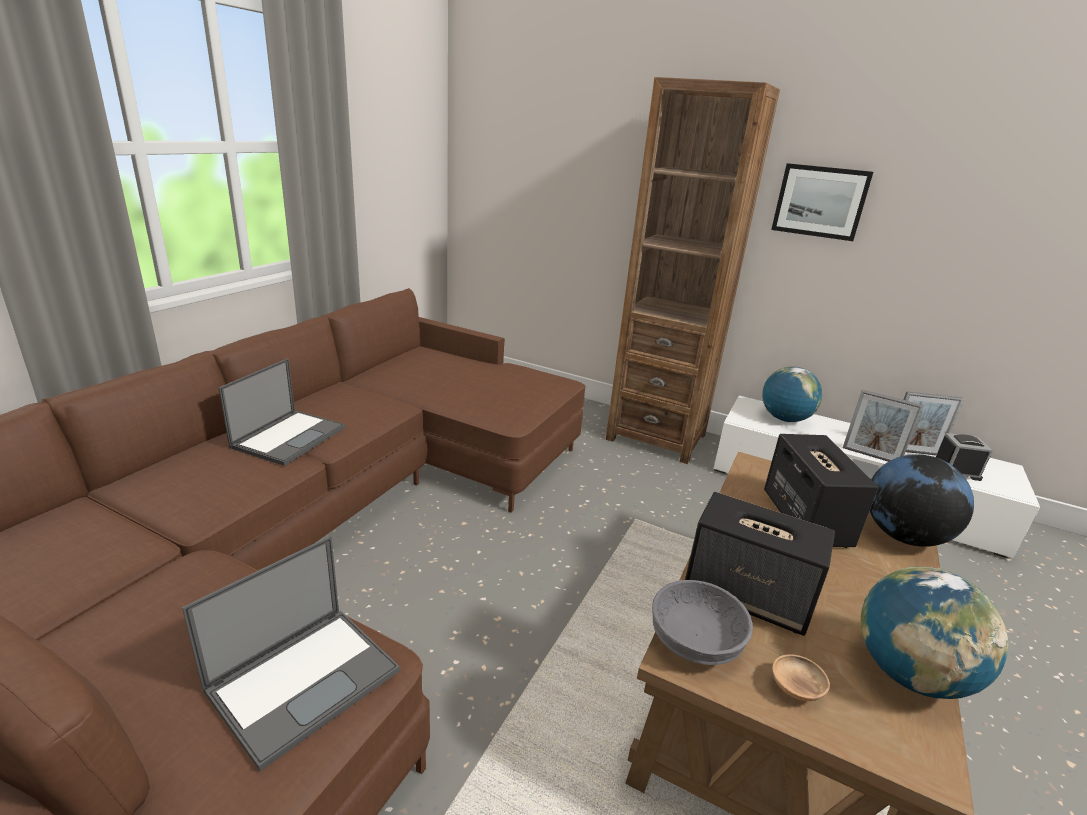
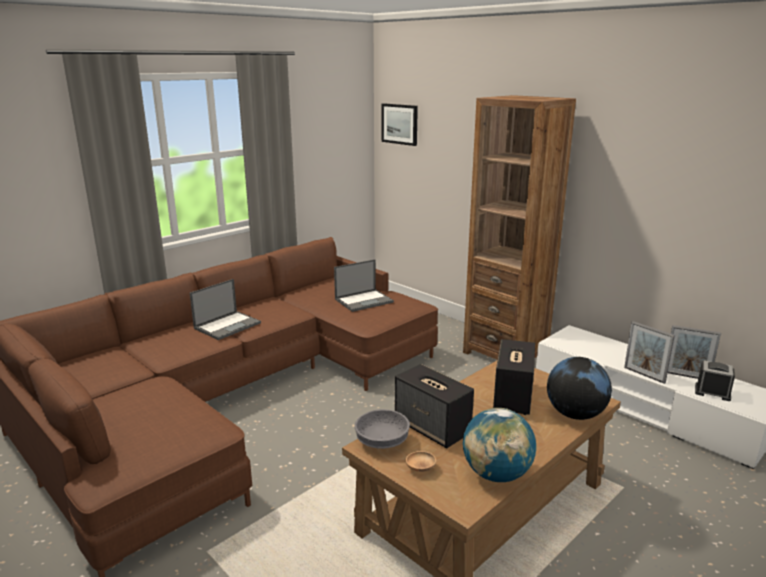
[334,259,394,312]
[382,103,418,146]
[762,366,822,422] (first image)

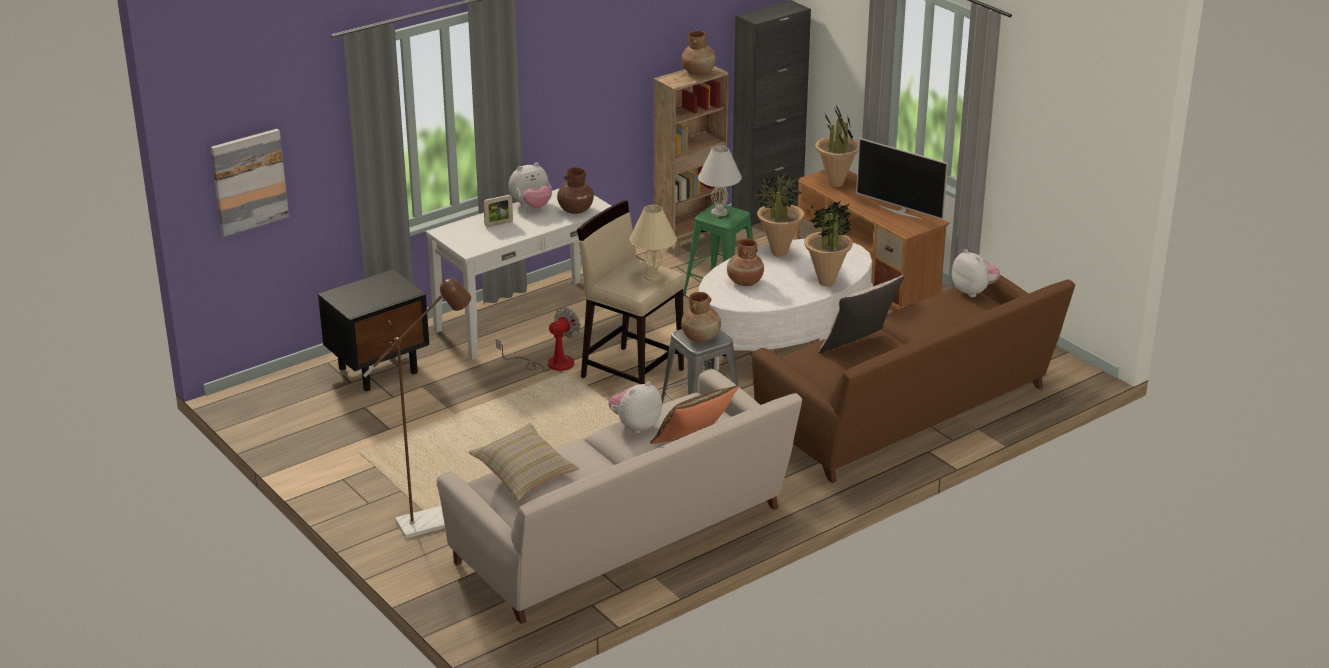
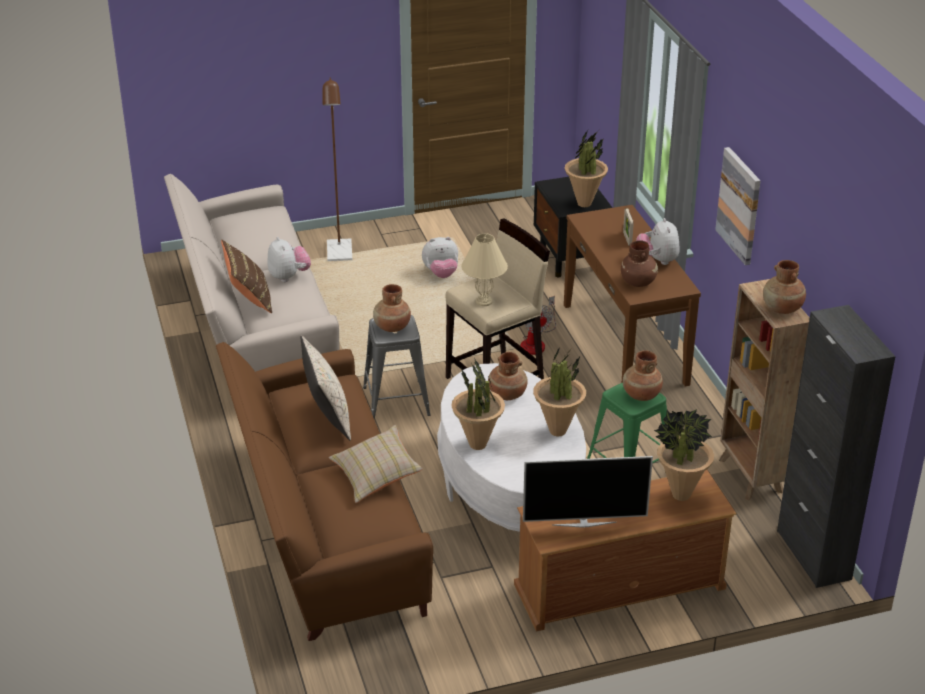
[329,425,423,503]
[422,237,458,278]
[523,456,653,528]
[564,205,701,386]
[565,130,608,207]
[623,350,663,401]
[715,147,761,265]

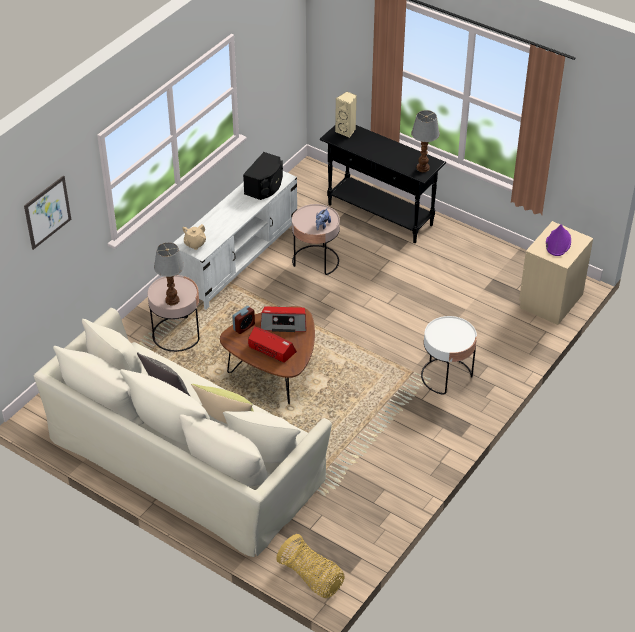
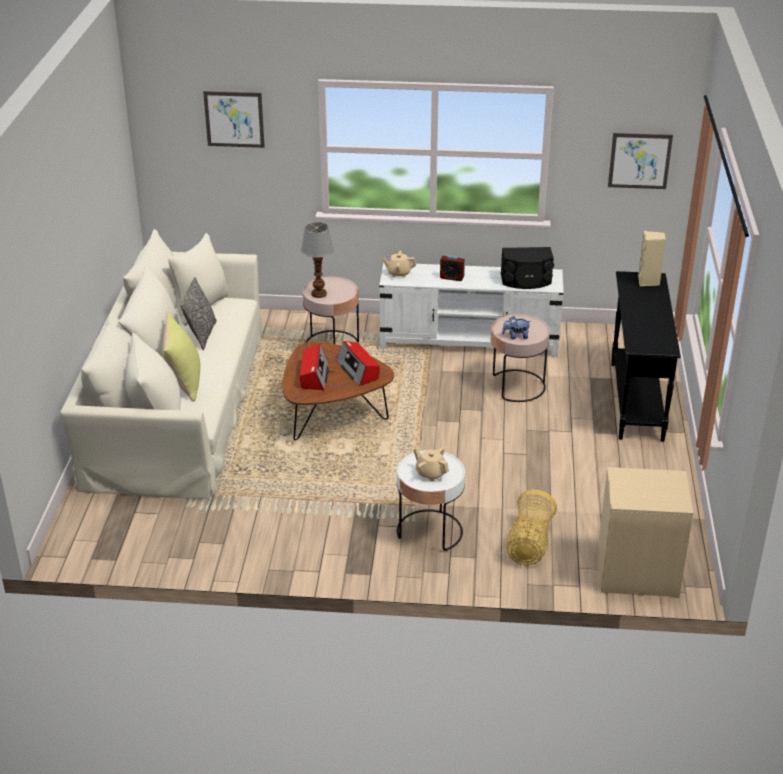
[413,447,449,481]
[440,254,465,281]
[506,490,557,565]
[608,133,673,189]
[411,110,440,172] (first image)
[546,225,571,256] (first image)

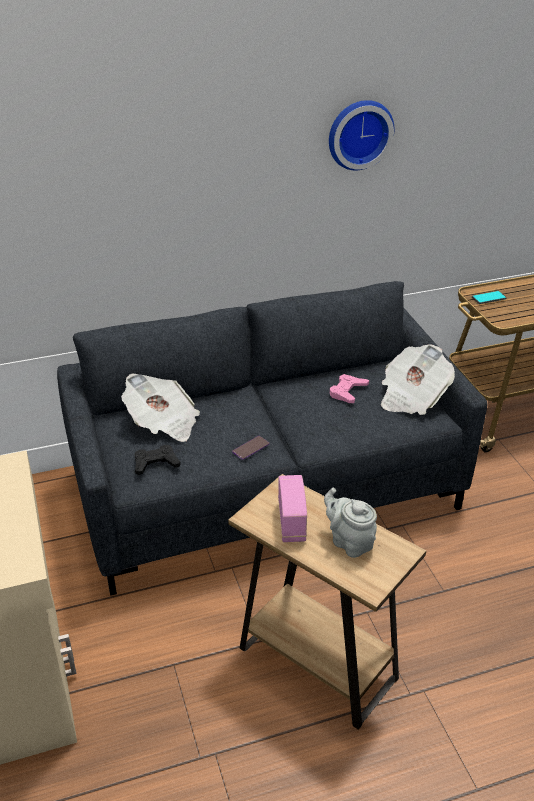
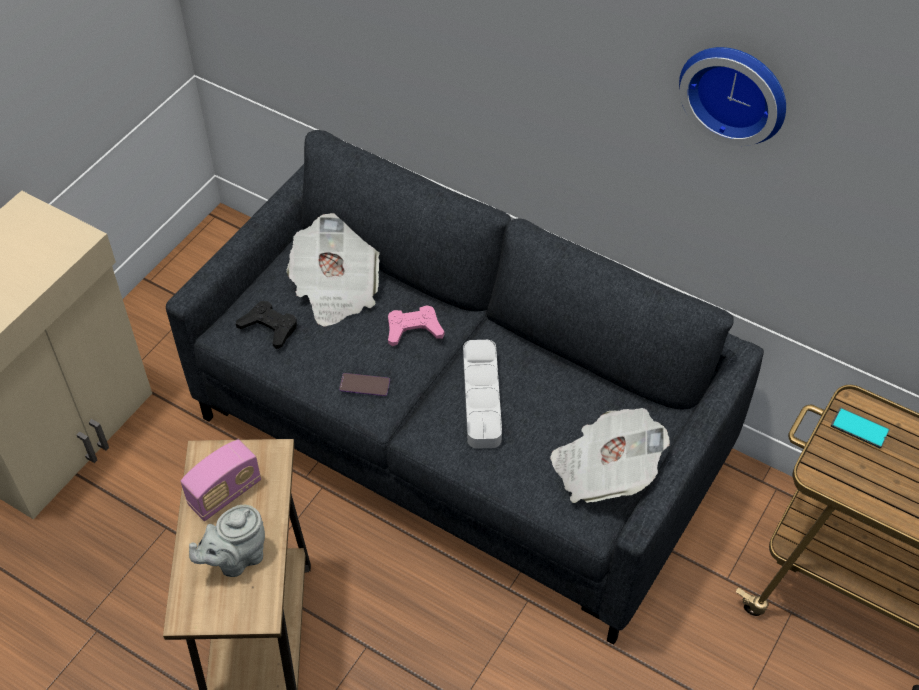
[189,505,265,577]
[388,305,444,346]
[463,340,502,449]

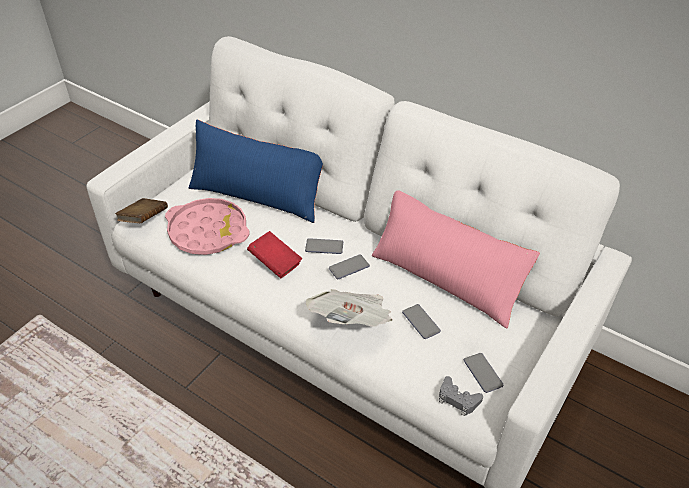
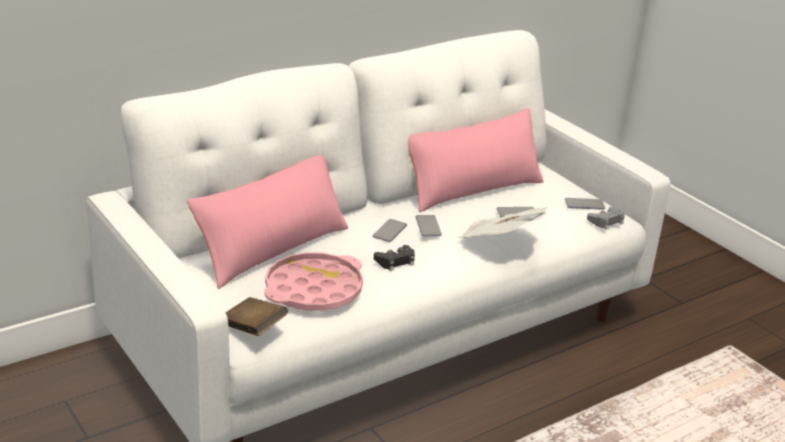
[187,155,348,289]
[374,245,415,271]

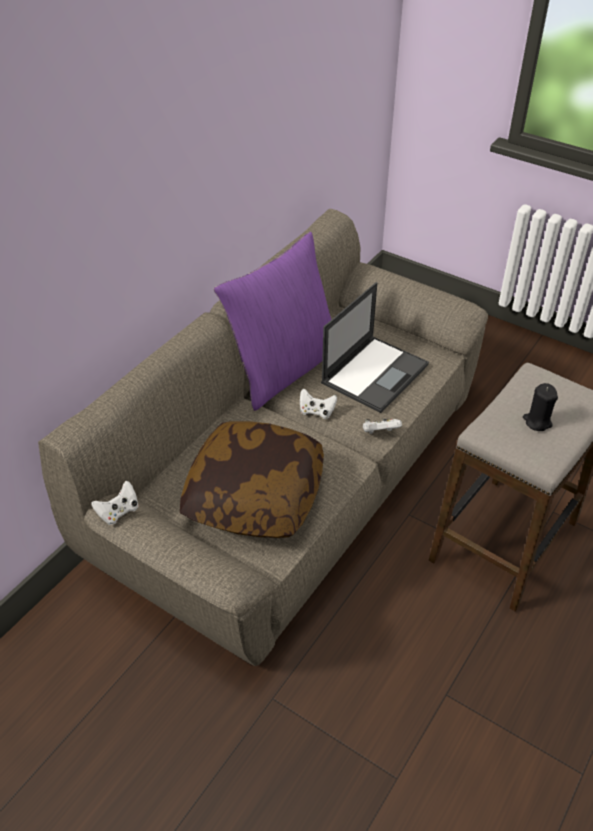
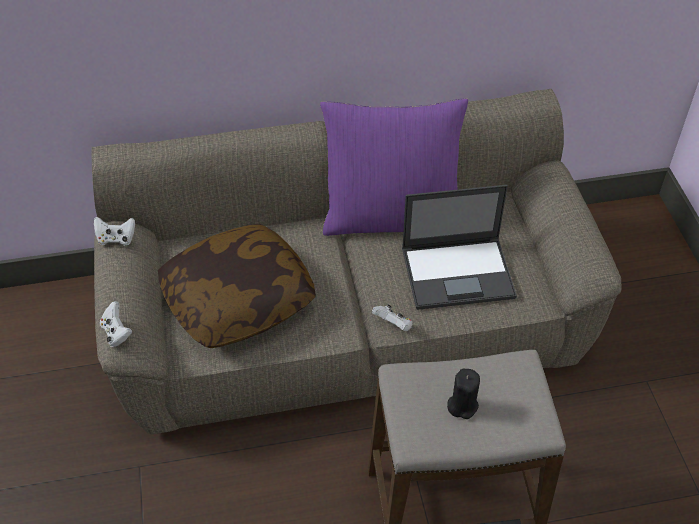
[100,301,132,347]

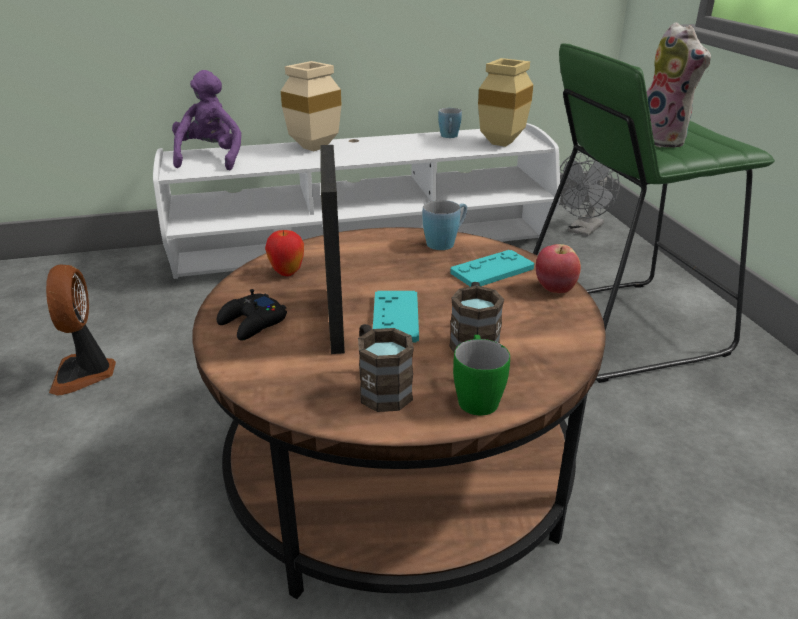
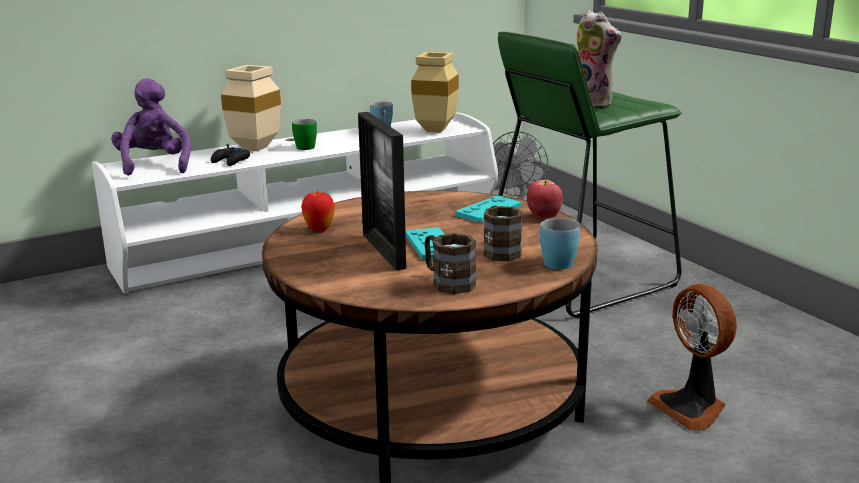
[211,144,250,166]
[292,119,317,150]
[540,218,580,270]
[647,284,737,431]

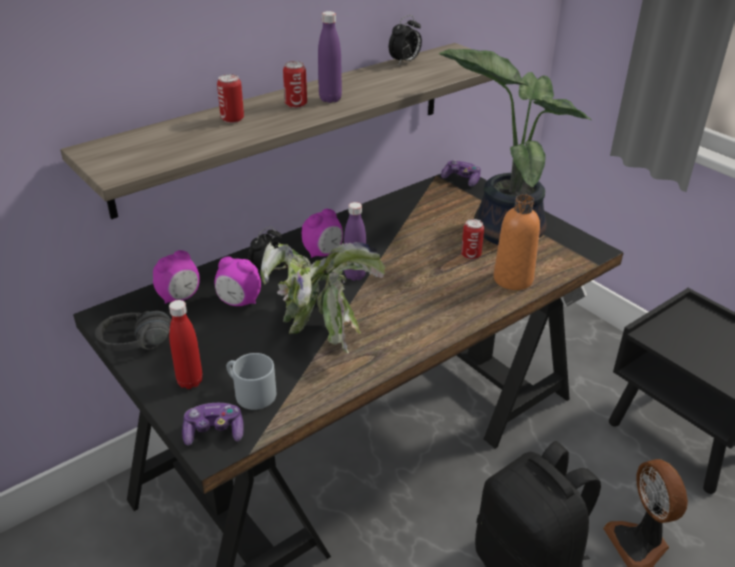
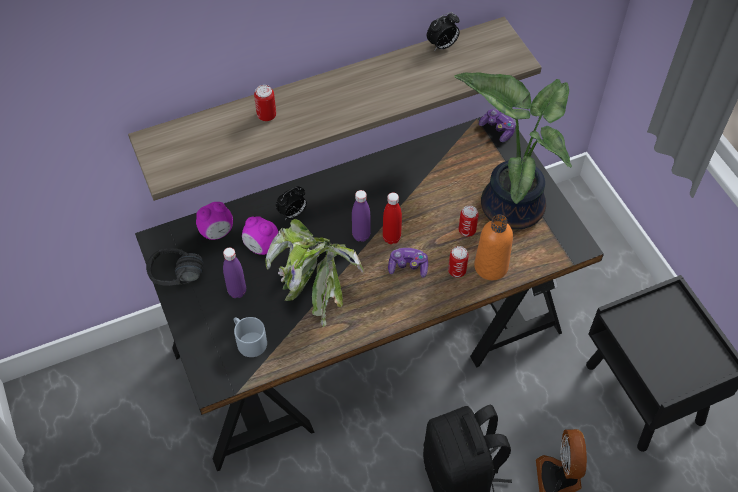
[223,248,246,298]
[383,192,402,244]
[388,248,428,278]
[448,246,469,278]
[302,209,343,258] (first image)

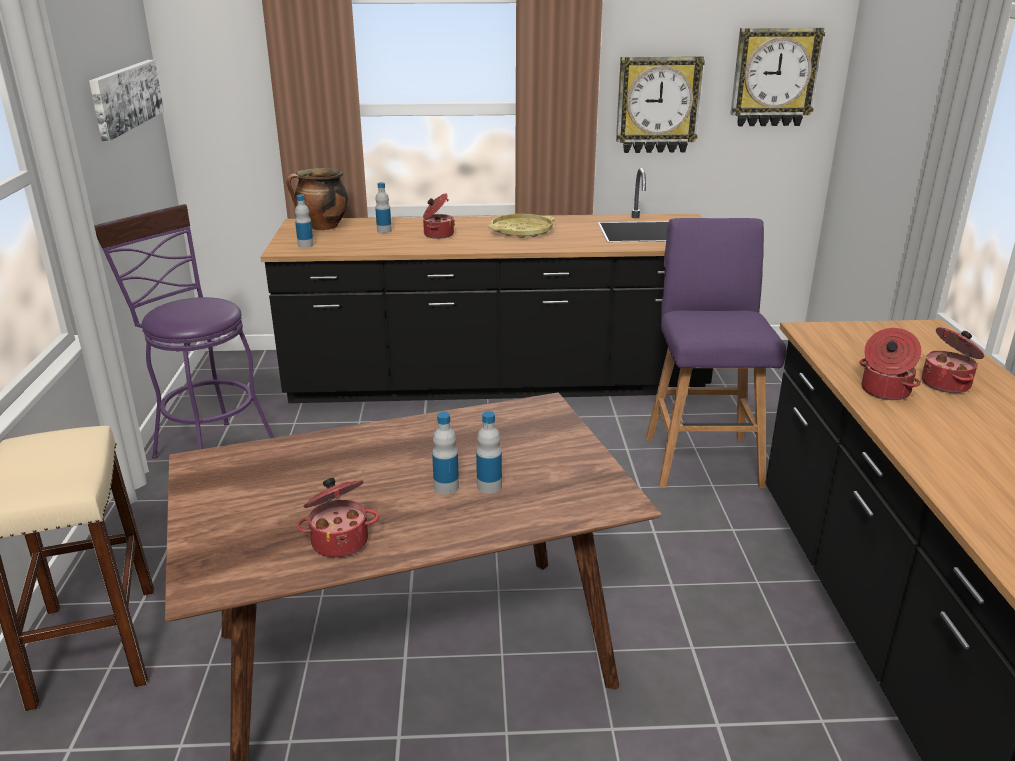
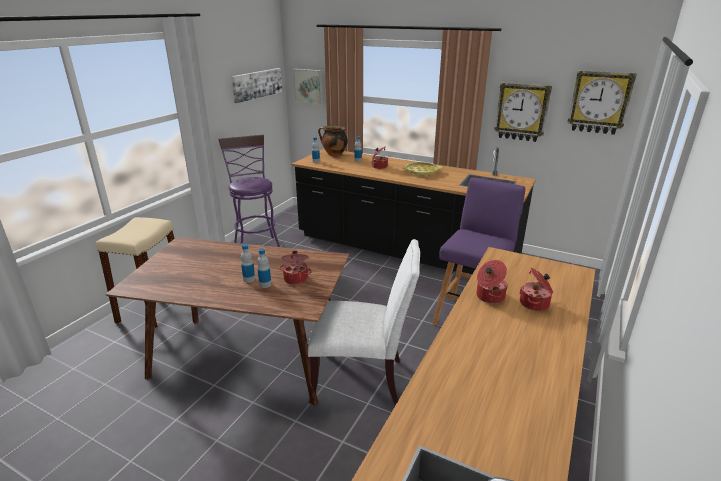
[279,251,312,285]
[293,69,323,104]
[308,239,420,404]

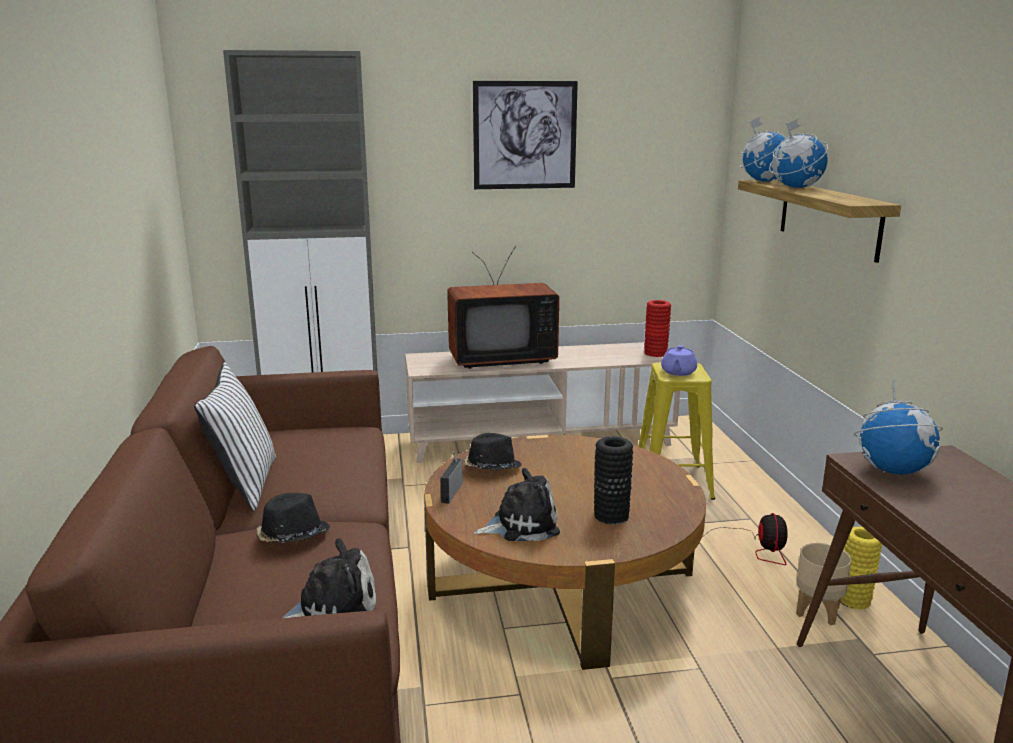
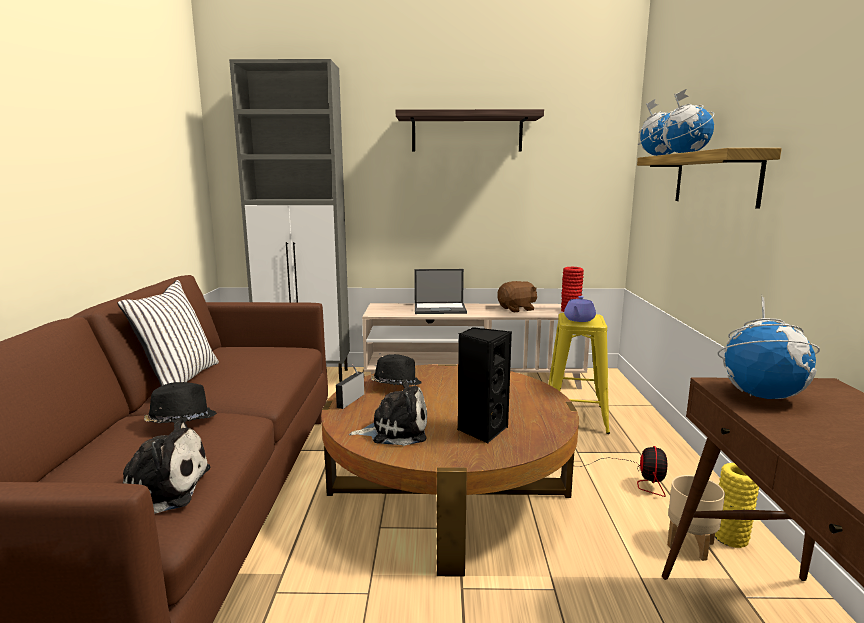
[396,109,544,152]
[414,269,467,314]
[458,327,512,443]
[497,281,537,312]

